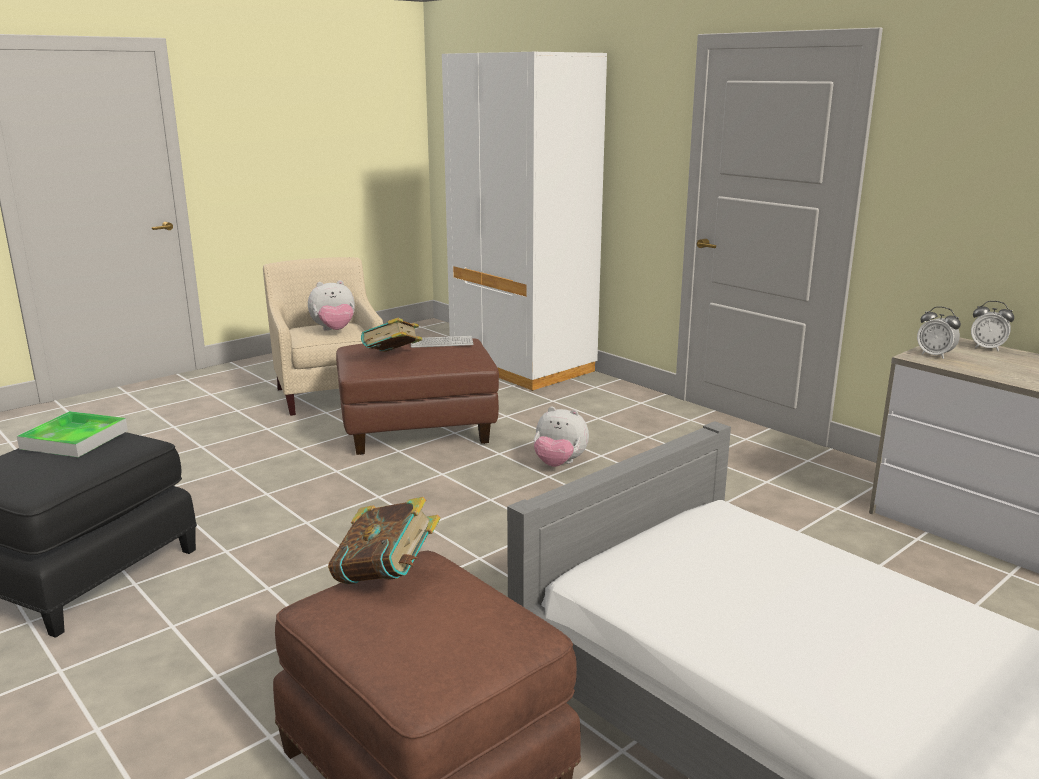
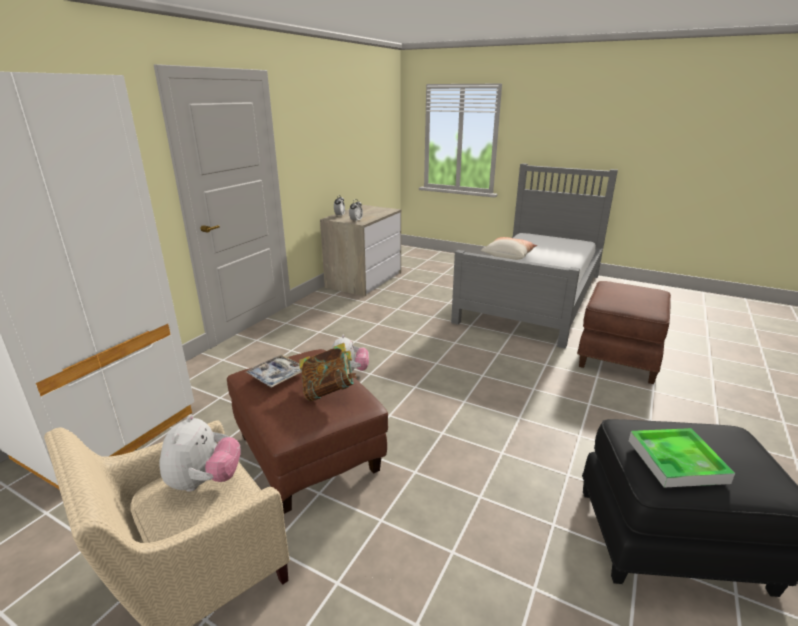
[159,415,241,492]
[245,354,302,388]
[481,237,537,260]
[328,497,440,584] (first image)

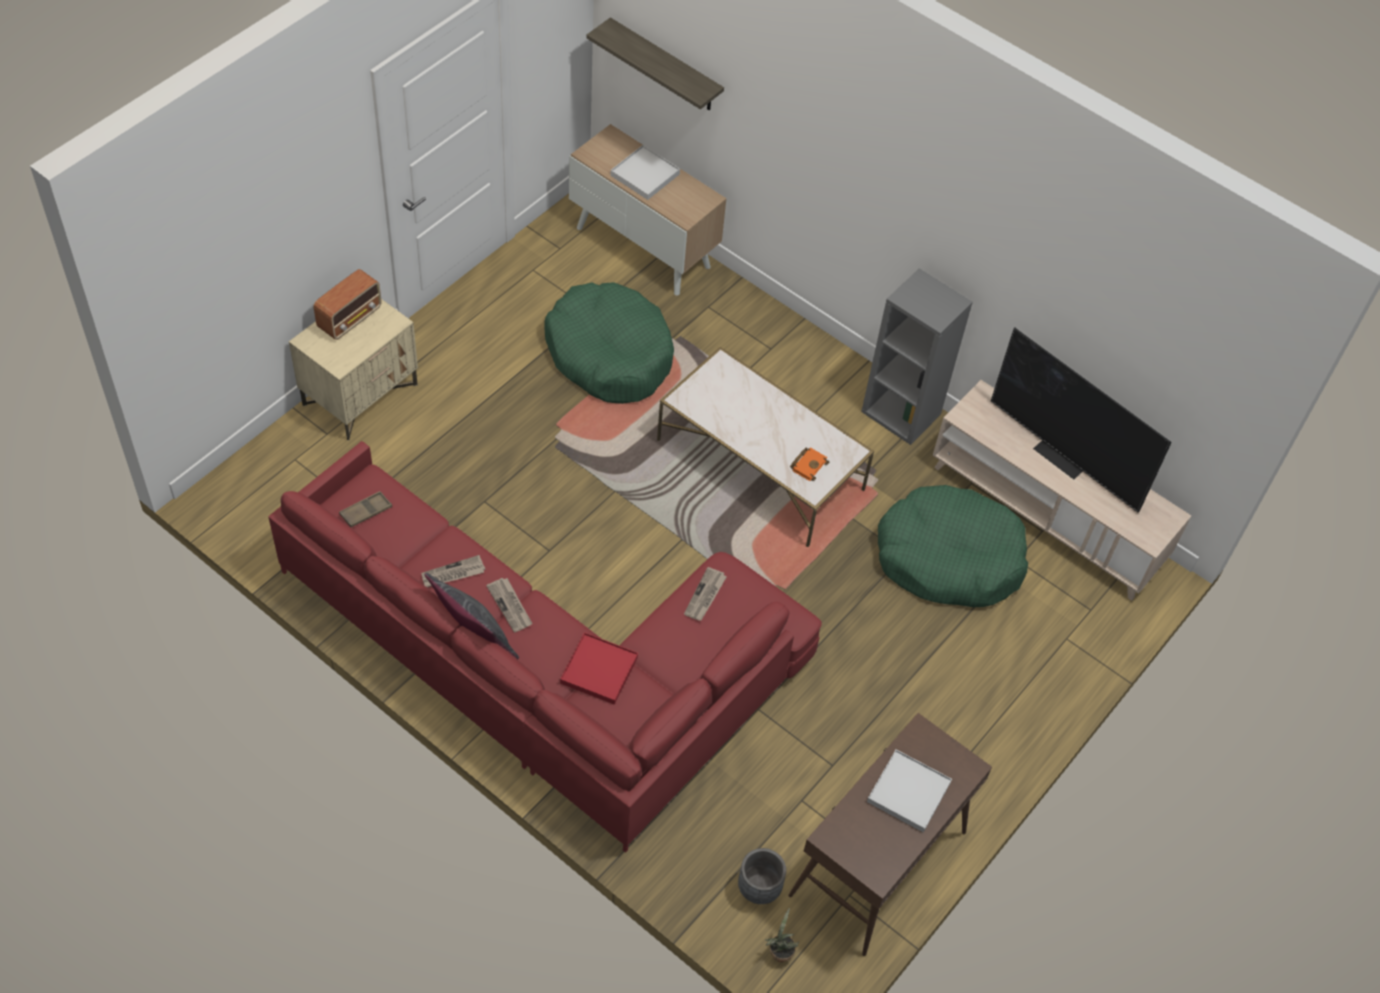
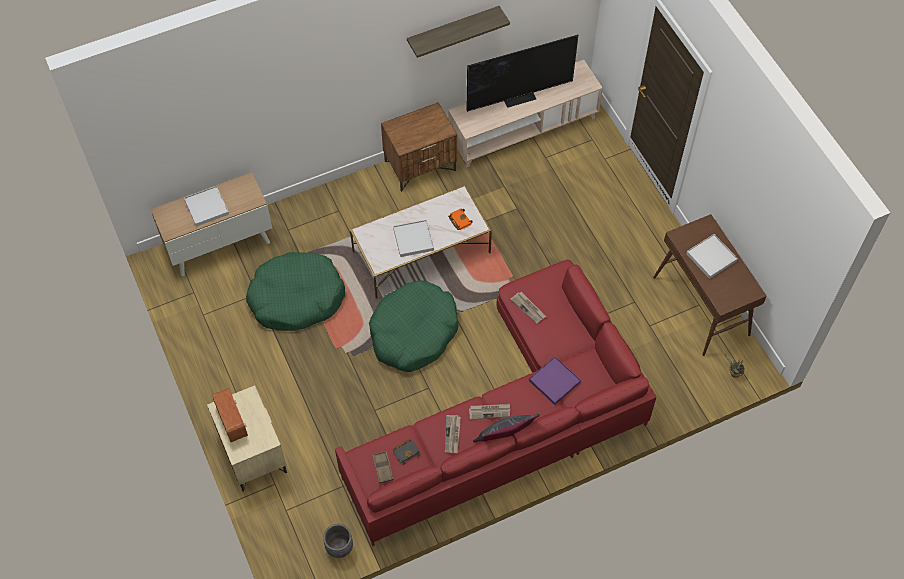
[323,524,353,558]
[369,280,458,372]
[381,102,457,192]
[393,220,434,257]
[393,439,421,465]
[407,6,510,58]
[529,356,581,405]

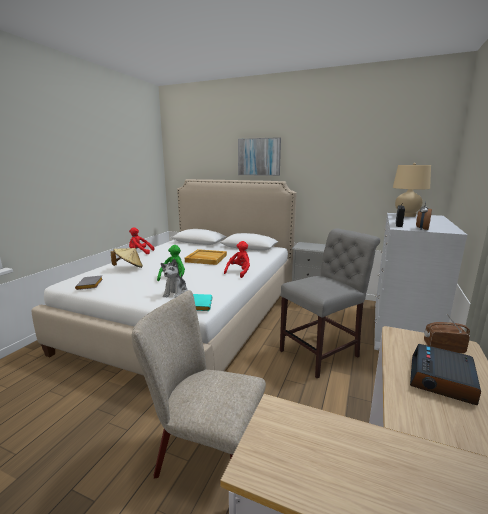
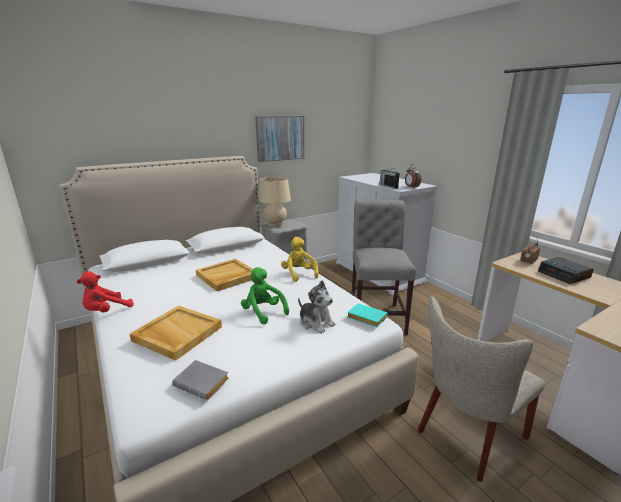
[129,305,222,361]
[255,116,304,162]
[259,177,291,227]
[281,237,319,282]

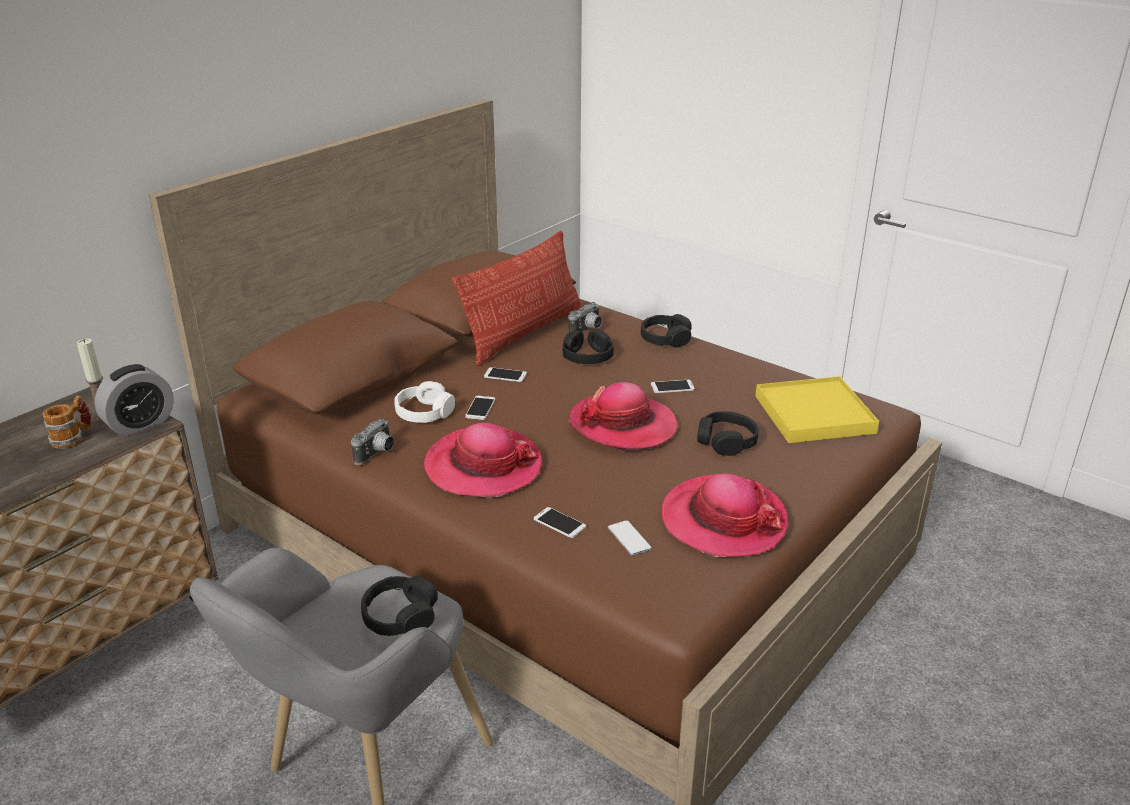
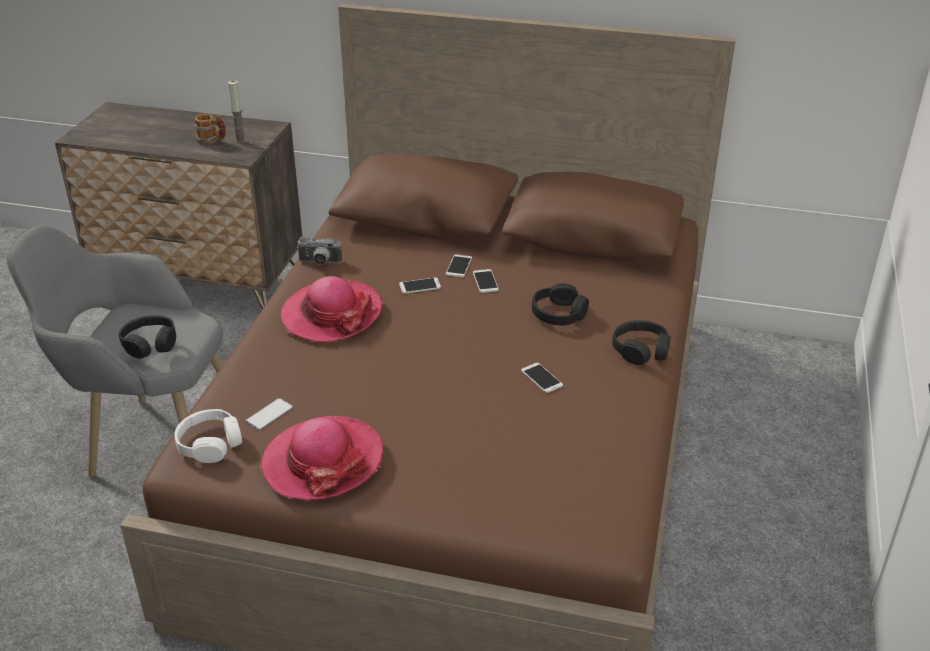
[175,409,242,463]
[446,254,472,277]
[95,364,174,437] (first image)
[452,230,583,366] (first image)
[568,302,602,333] (first image)
[568,382,678,451] (first image)
[697,411,758,456] (first image)
[755,376,879,443] (first image)

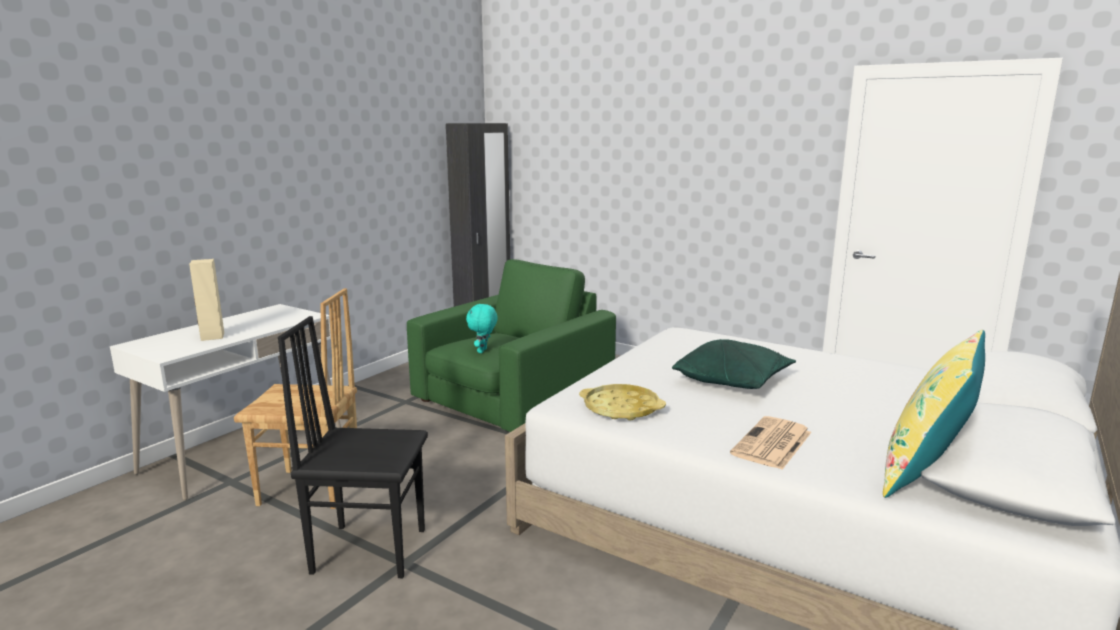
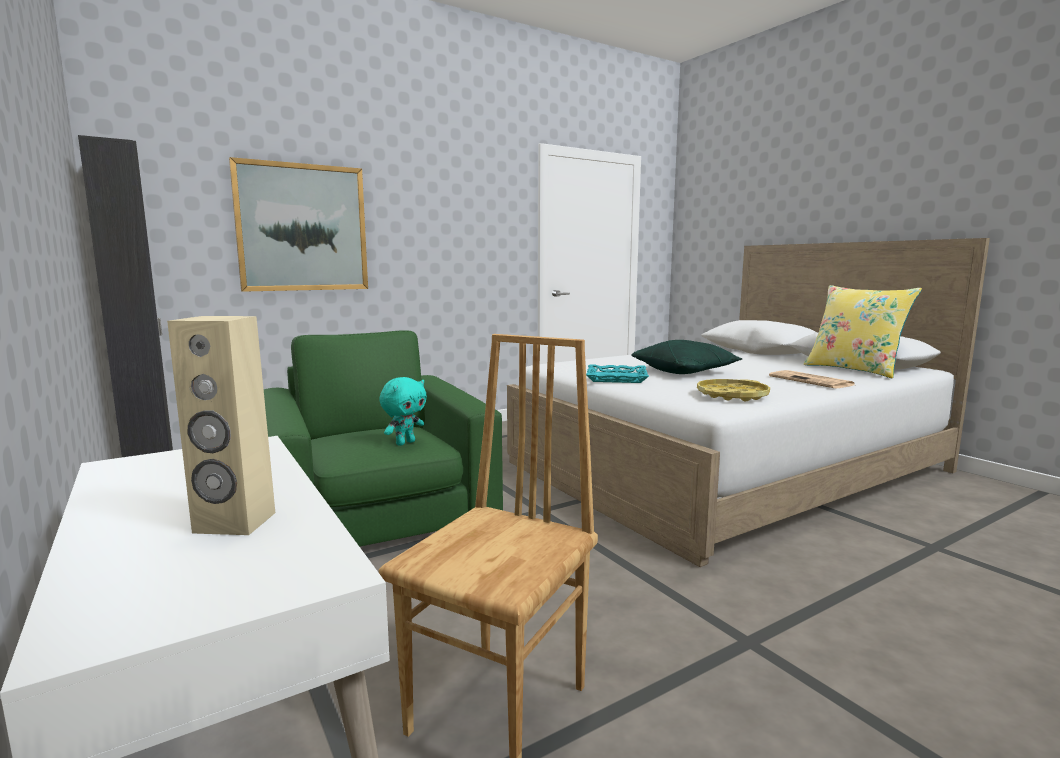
[229,157,368,292]
[379,377,427,446]
[586,364,649,383]
[278,316,428,578] (first image)

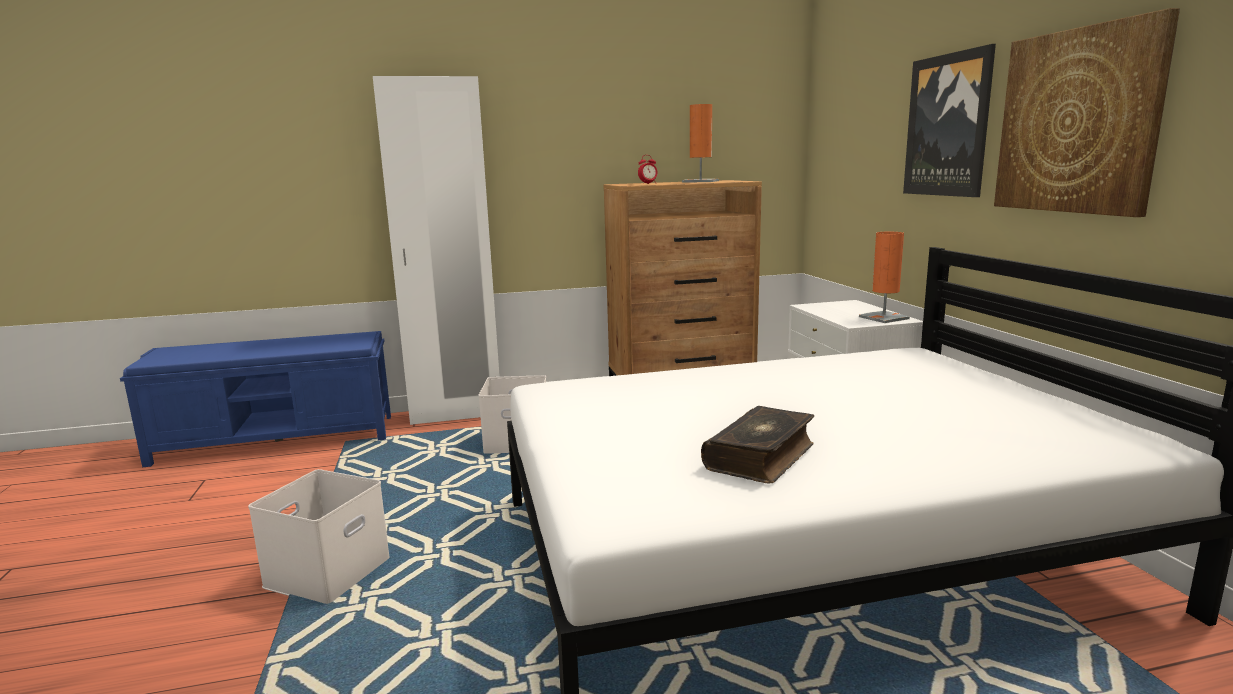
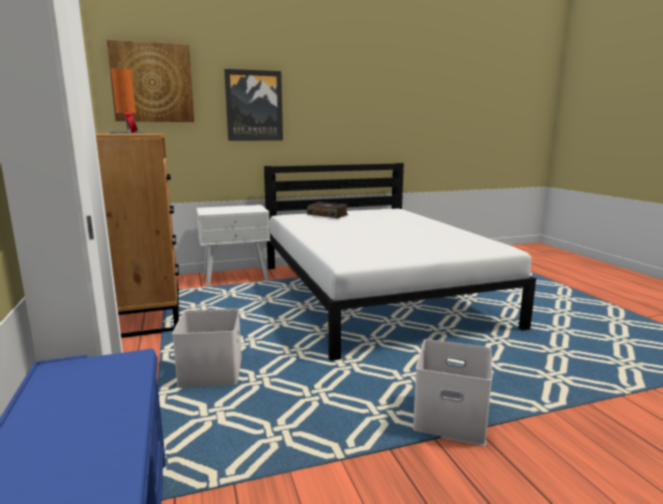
[107,39,194,122]
[307,202,348,219]
[859,232,910,323] (first image)

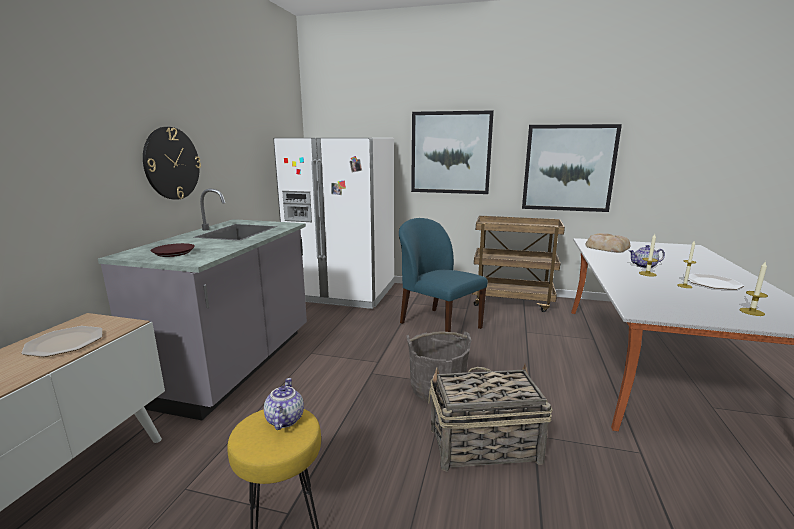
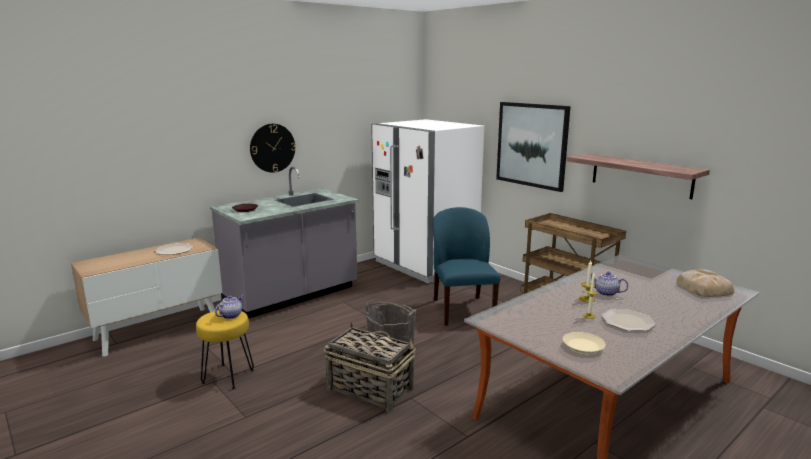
[563,332,605,354]
[566,153,710,199]
[676,270,734,297]

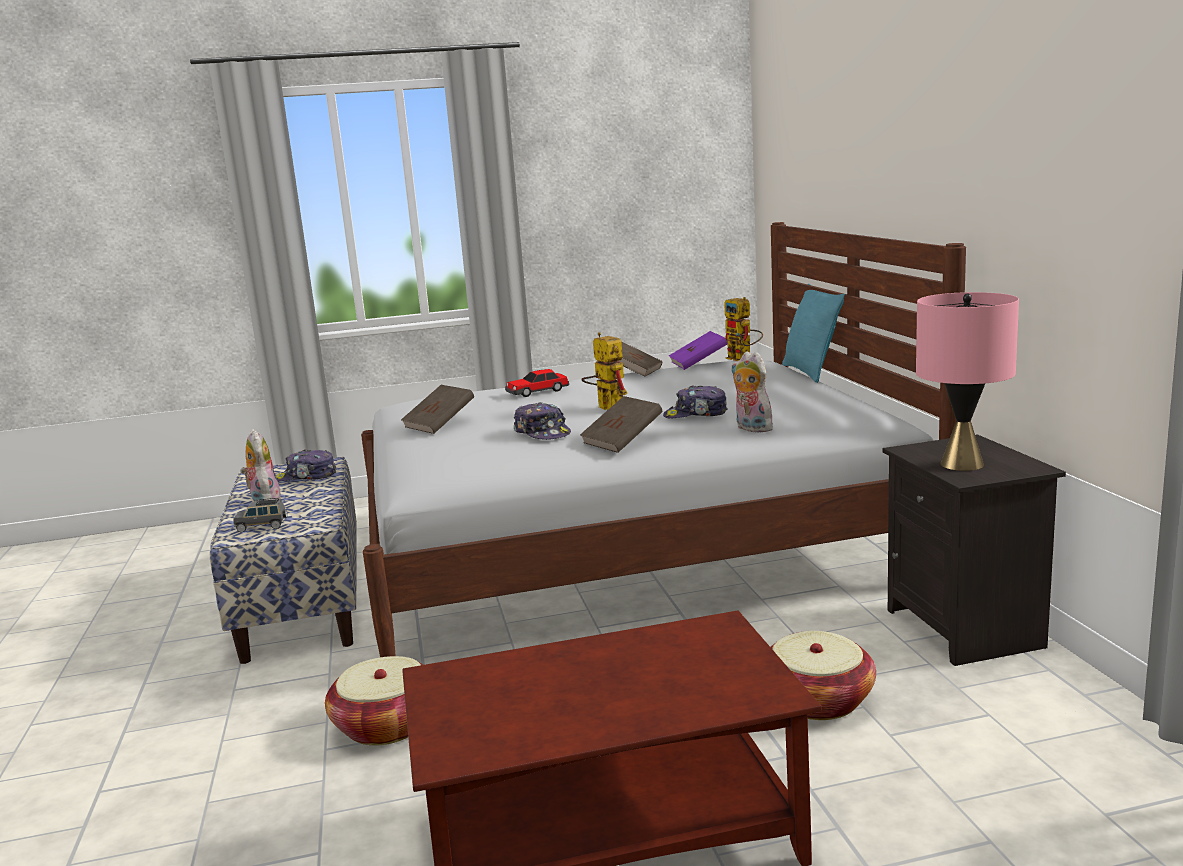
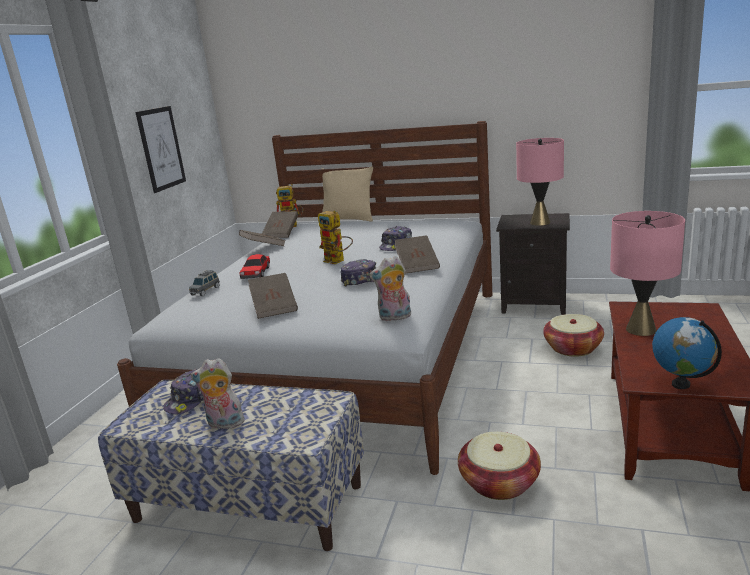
[135,106,186,193]
[189,270,220,296]
[262,211,298,238]
[318,211,353,264]
[322,166,373,222]
[369,256,411,322]
[610,211,685,336]
[652,317,722,389]

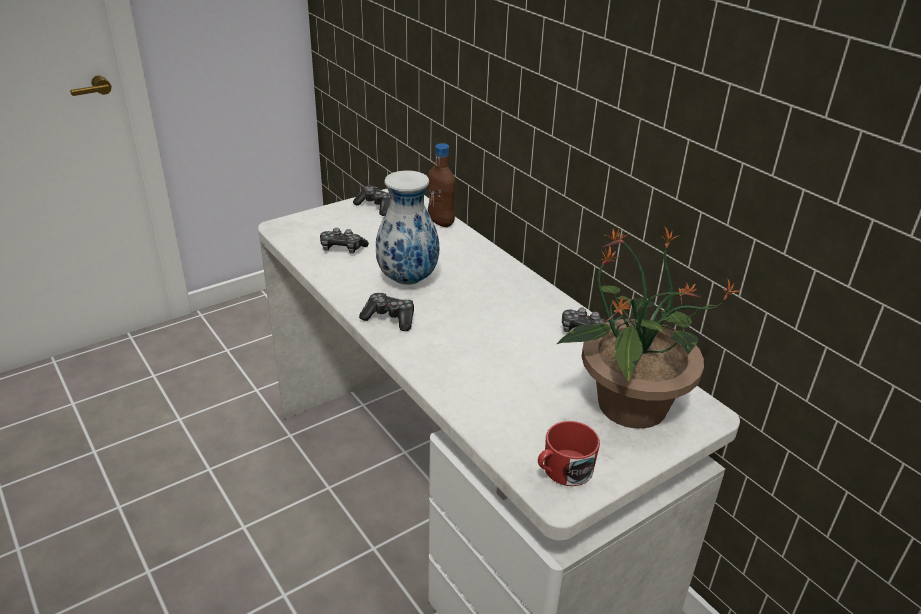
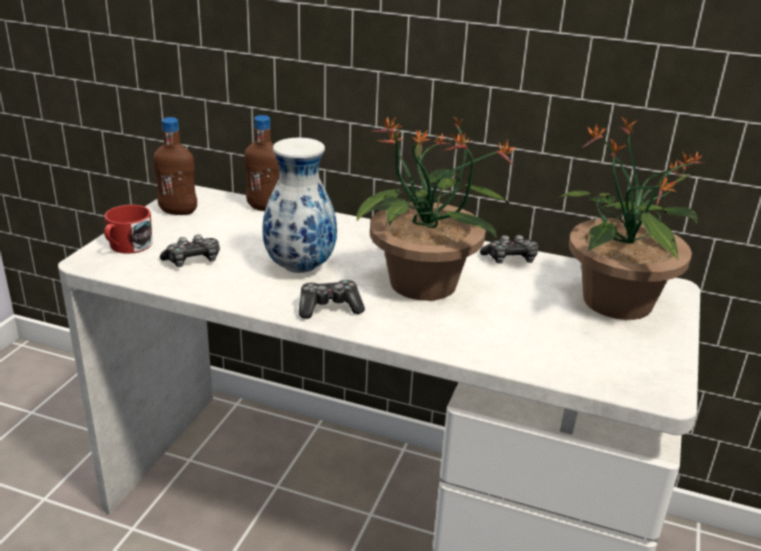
[104,205,153,254]
[153,117,197,215]
[357,116,516,301]

